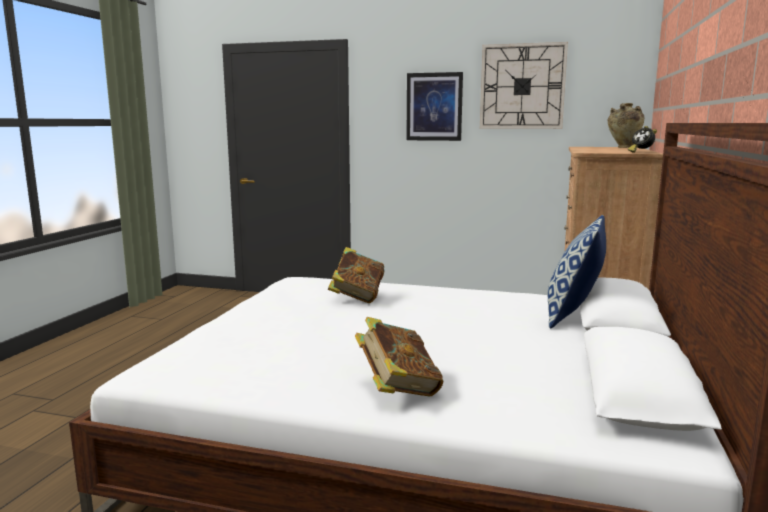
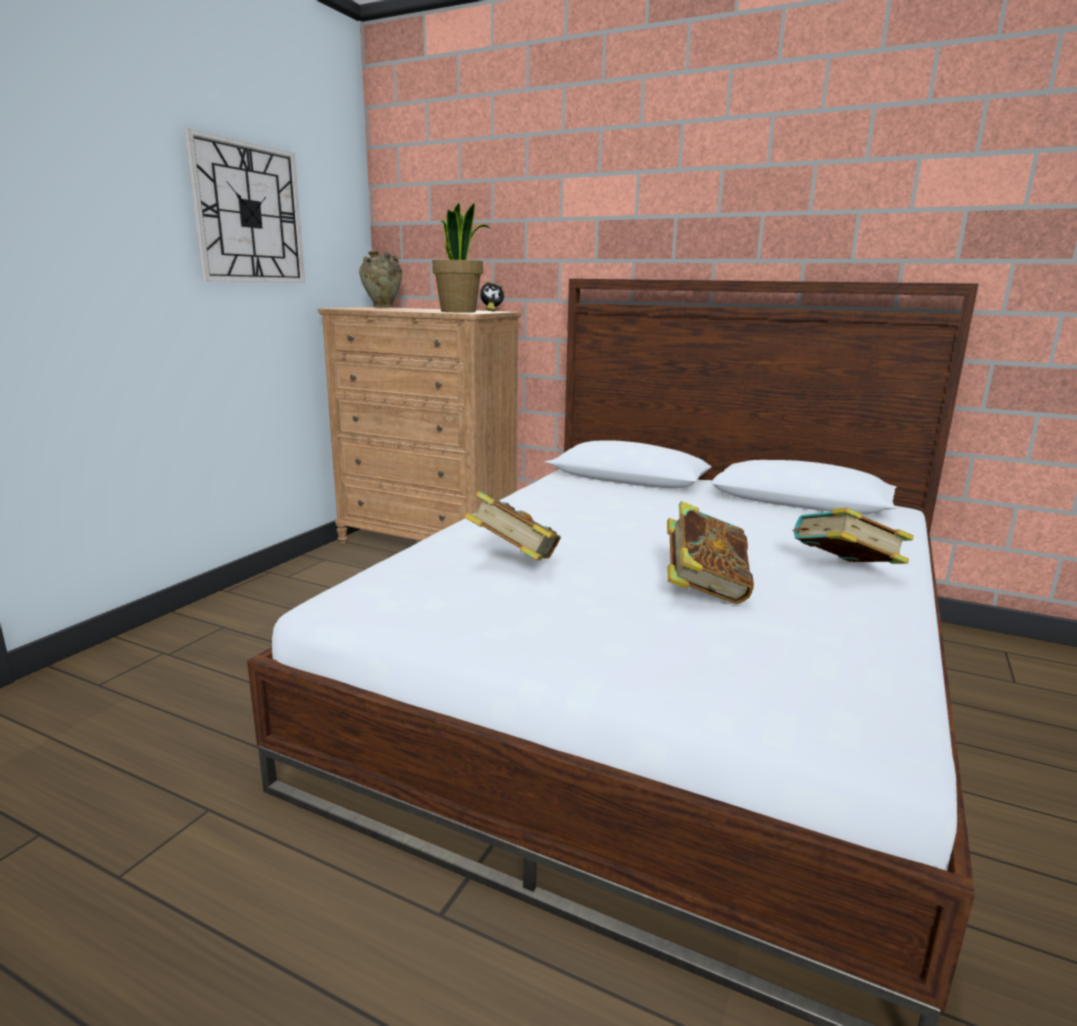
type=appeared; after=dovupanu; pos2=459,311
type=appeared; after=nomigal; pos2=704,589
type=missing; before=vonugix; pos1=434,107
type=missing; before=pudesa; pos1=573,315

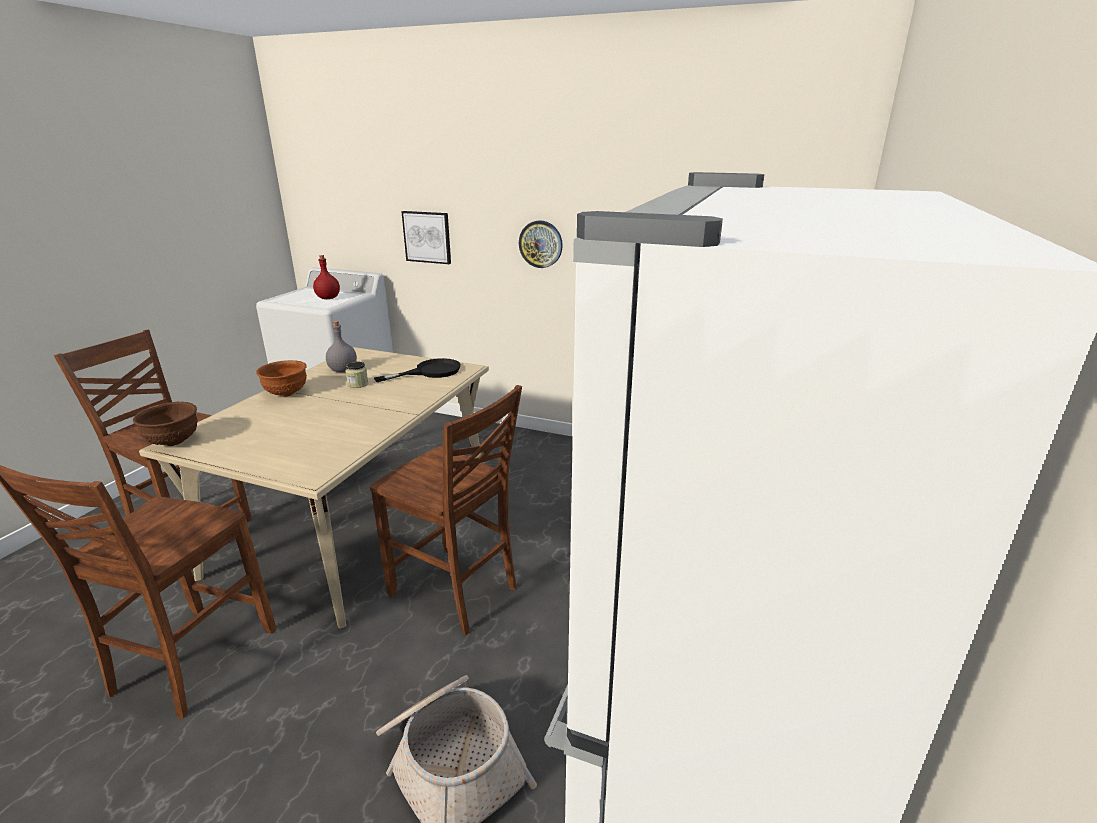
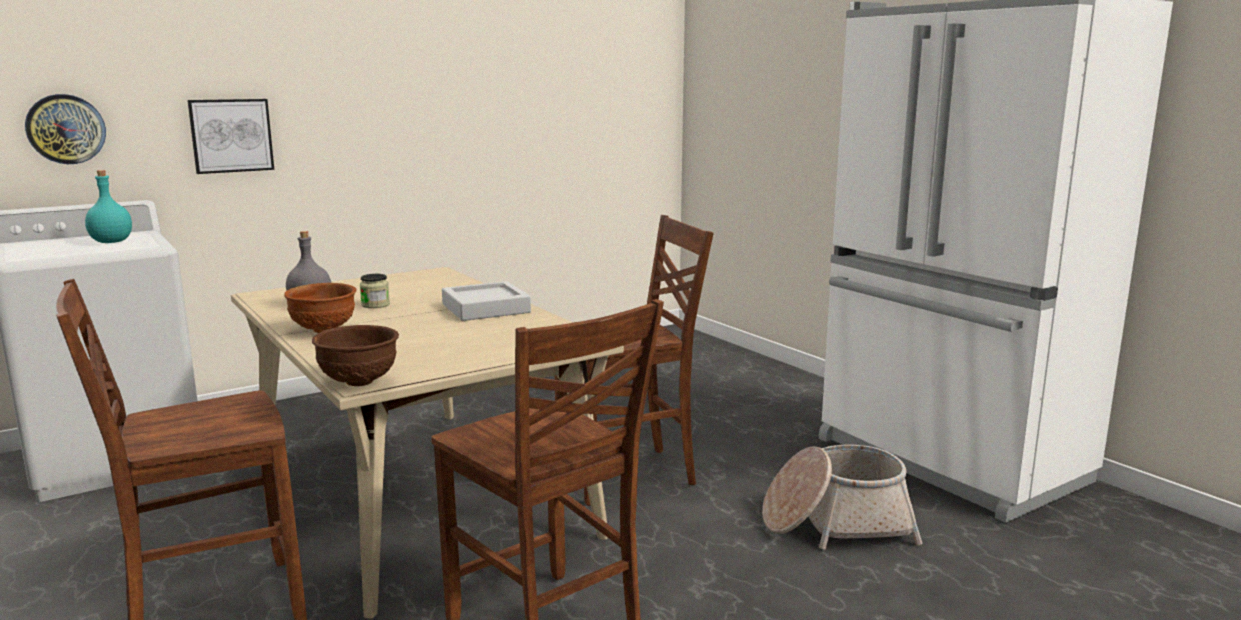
type=relocated; before=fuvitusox; pos1=541,244; pos2=66,129
type=colour; before=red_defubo; after=turquoise_defubo; pos1=328,298; pos2=111,242
type=appeared; after=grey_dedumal; pos2=486,308
type=missing; before=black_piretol; pos1=430,372

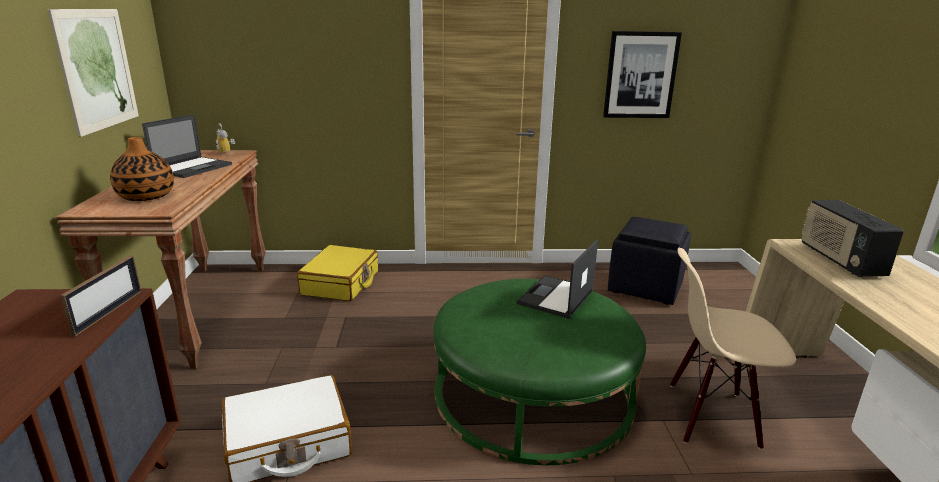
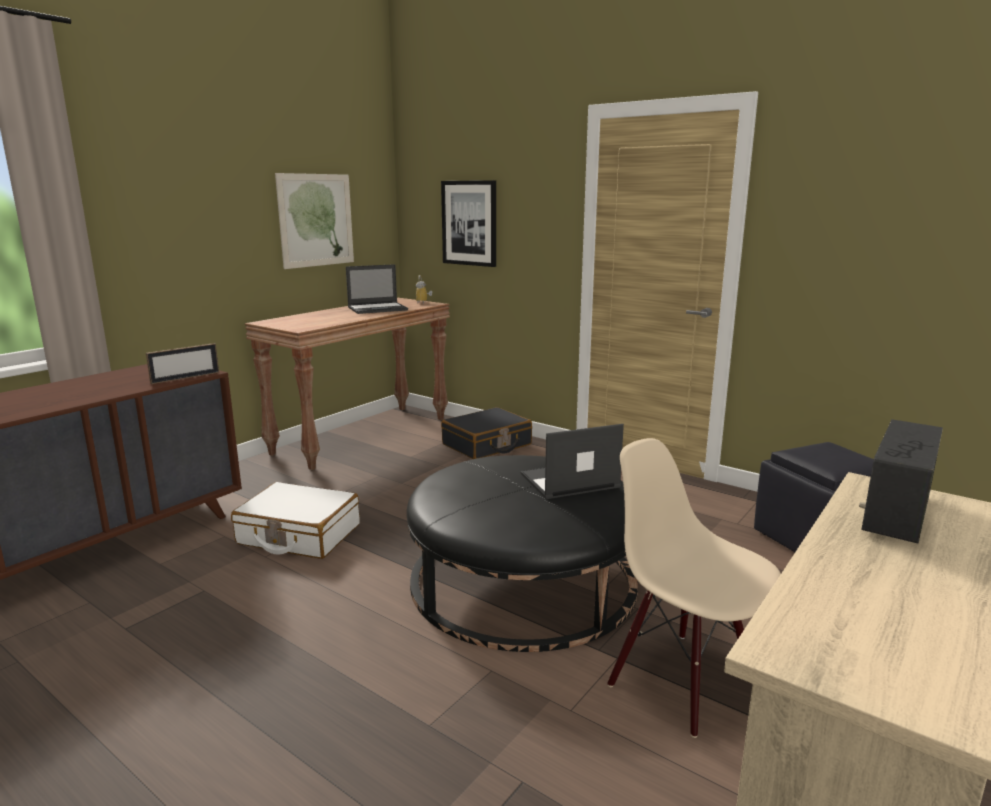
type=colour; before=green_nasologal; after=black_nasologal; pos1=533,392; pos2=523,580
type=relocated; before=vonugix; pos1=640,75; pos2=469,223
type=colour; before=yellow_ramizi; after=black_ramizi; pos1=341,283; pos2=487,445
type=missing; before=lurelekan; pos1=146,196

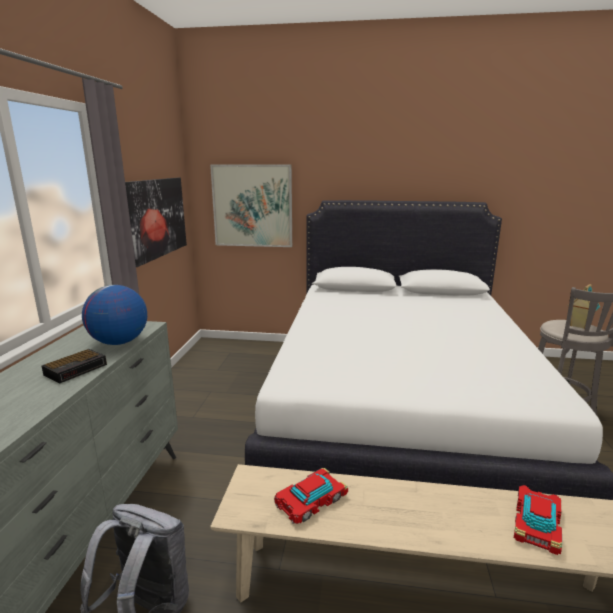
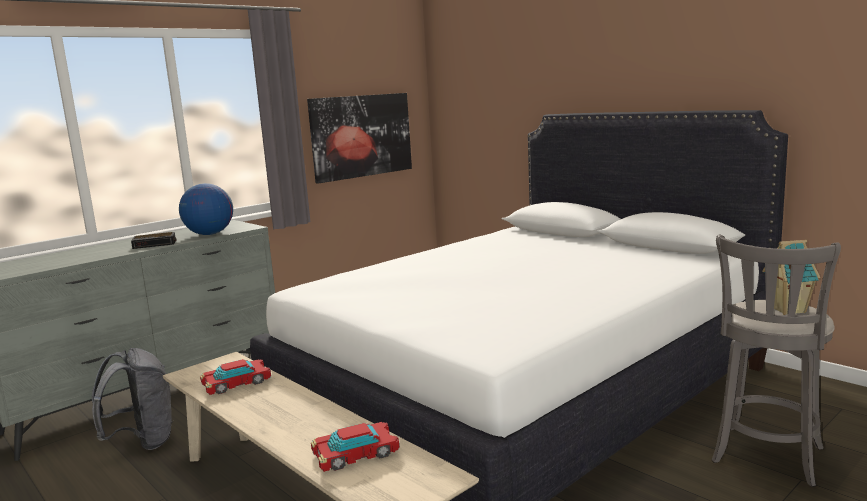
type=spun; before=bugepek; pos1=310,500; pos2=236,383; turn=150
type=missing; before=vonugix; pos1=252,206

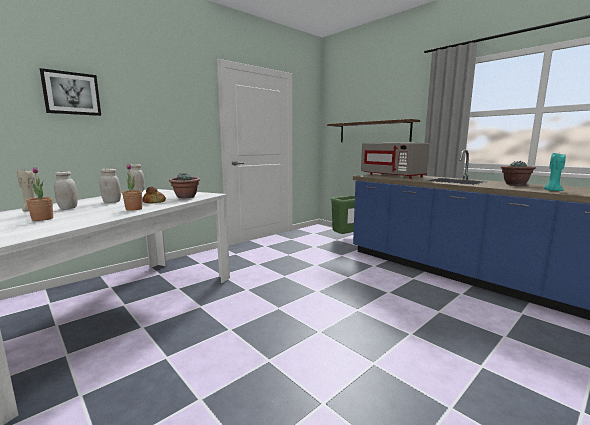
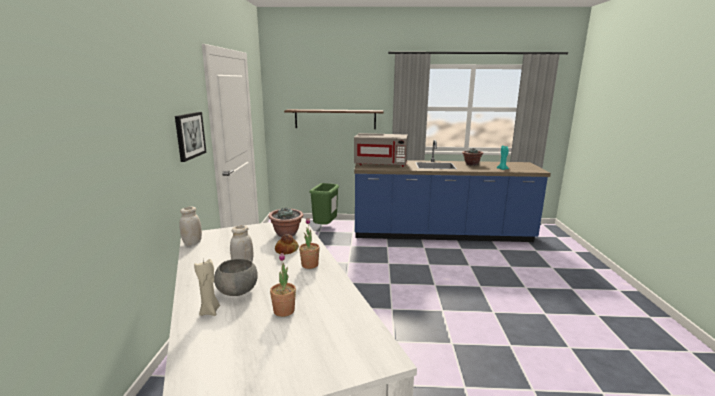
type=relocated; before=vonugix; pos1=71,93; pos2=189,135
type=exchanged; before=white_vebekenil; after=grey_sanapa; pos1=68,208; pos2=237,291

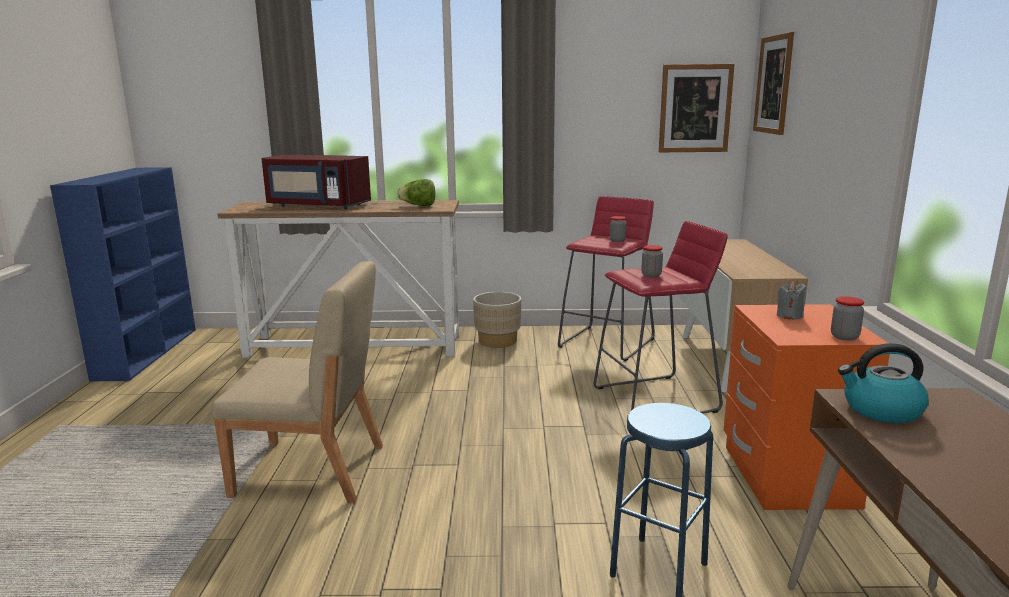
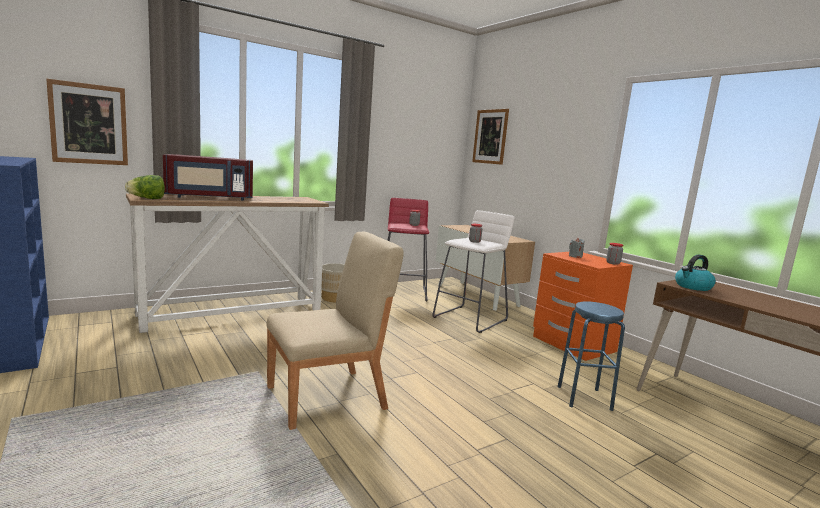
type=relocated; before=vonugix; pos1=695,108; pos2=89,124
type=relocated; before=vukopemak; pos1=418,206; pos2=147,199
type=colour; before=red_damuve; after=white_damuve; pos1=656,399; pos2=470,319

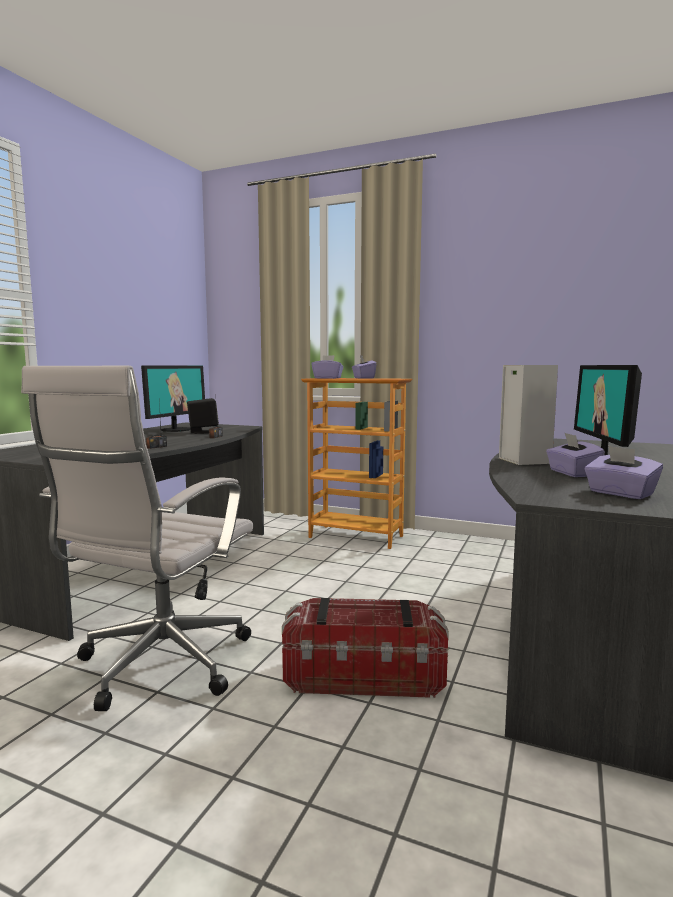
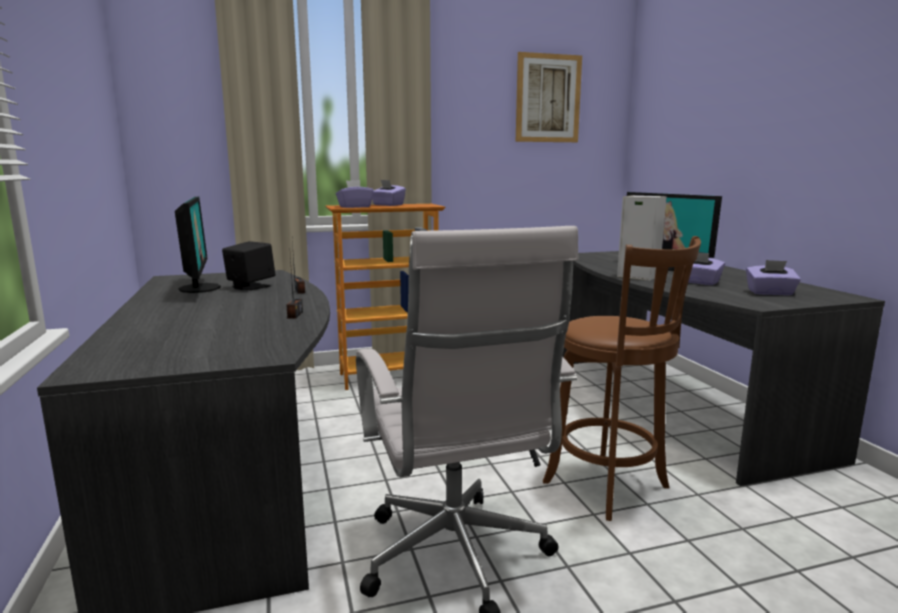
type=appeared; after=vonugix; pos2=548,98
type=exchanged; before=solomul; after=brown_damuve; pos1=363,676; pos2=610,488

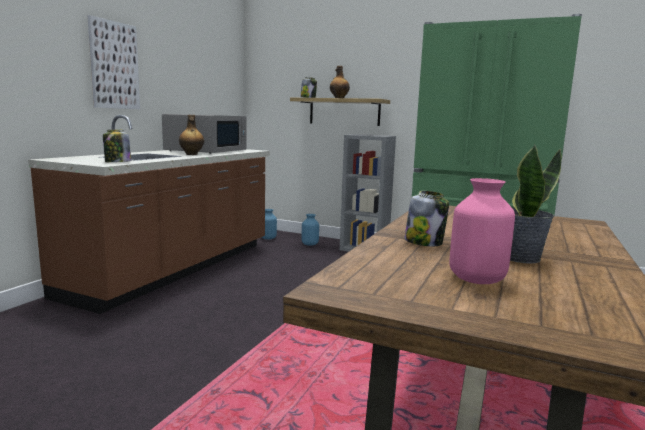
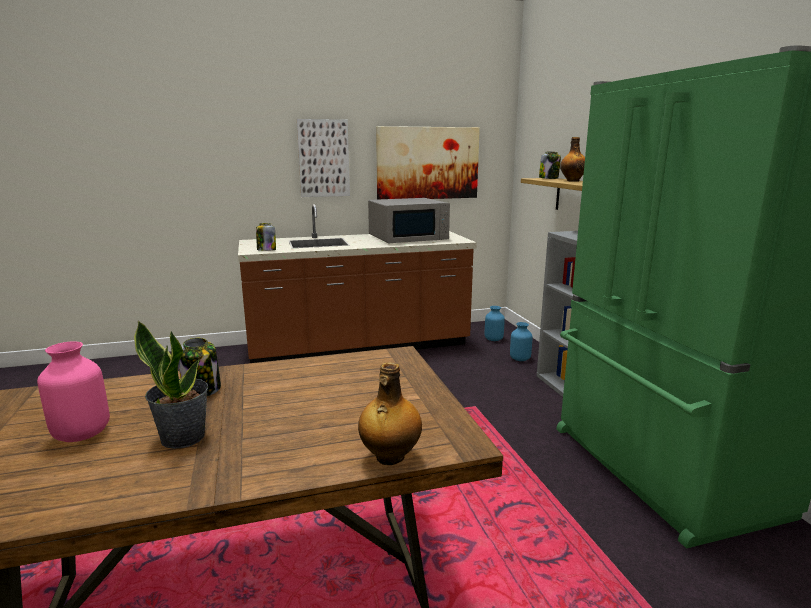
type=relocated; before=defubo; pos1=191,154; pos2=389,457
type=appeared; after=vonugix; pos2=427,163

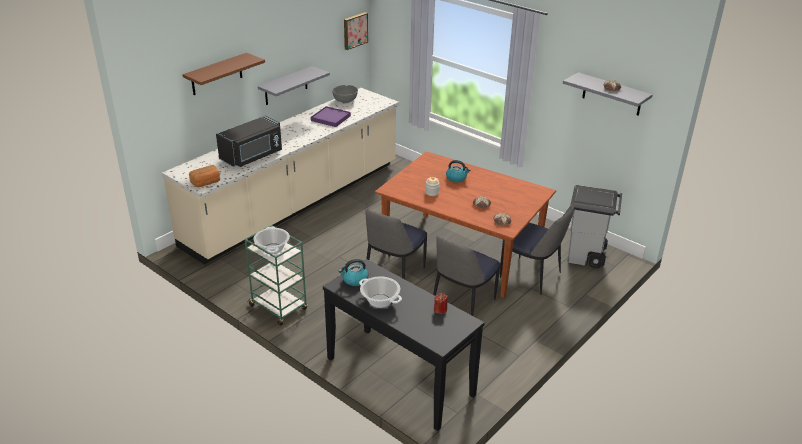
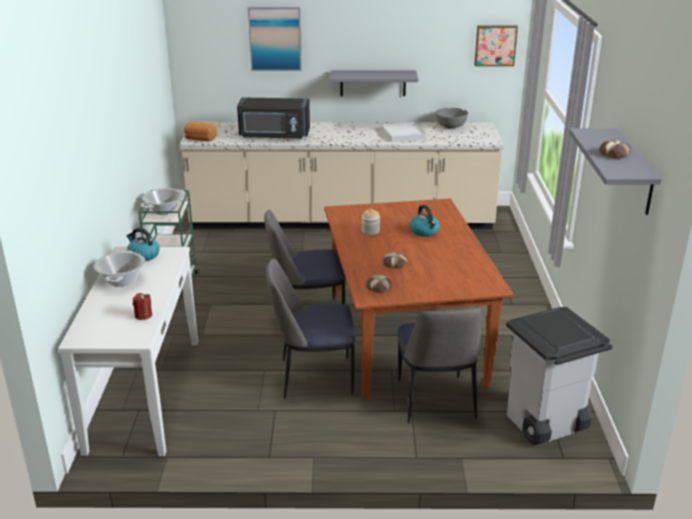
type=colour; before=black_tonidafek; after=white_tonidafek; pos1=399,376; pos2=144,393
type=exchanged; before=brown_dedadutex; after=vonugix; pos1=216,74; pos2=275,39
type=colour; before=purple_dedumal; after=white_dedumal; pos1=331,118; pos2=403,134

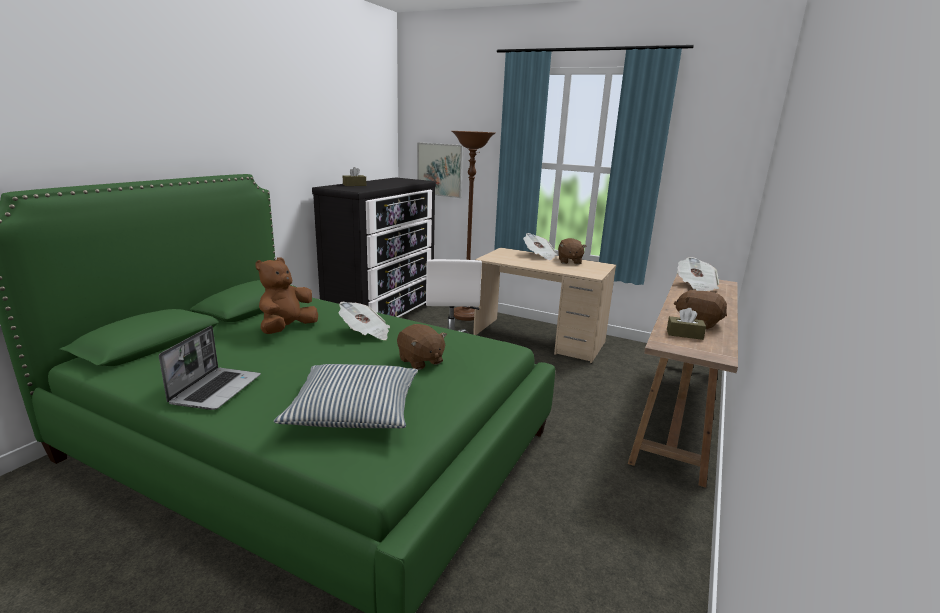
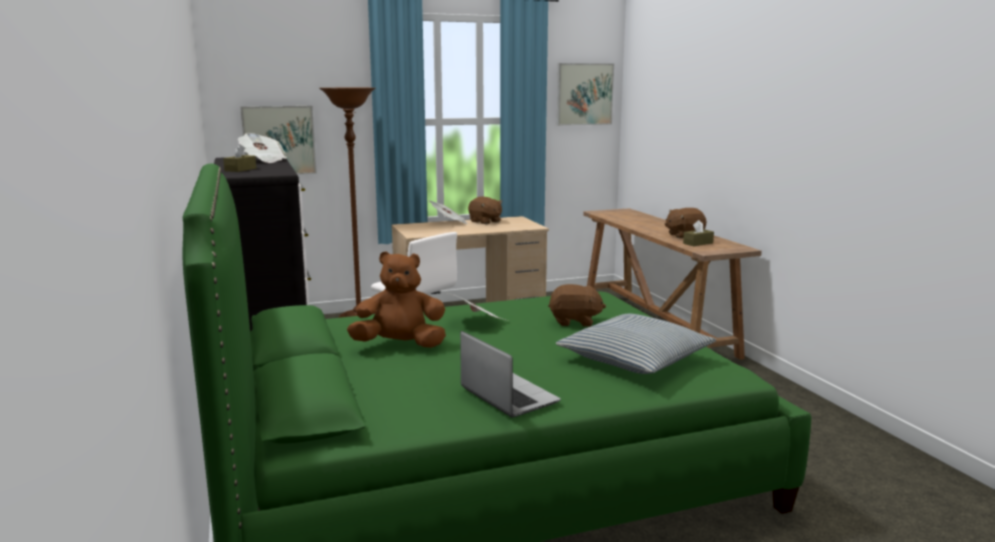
type=relocated; before=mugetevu; pos1=696,286; pos2=263,161
type=spun; before=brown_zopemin; pos1=287,329; pos2=400,345; turn=105
type=appeared; after=vonugix; pos2=584,94

